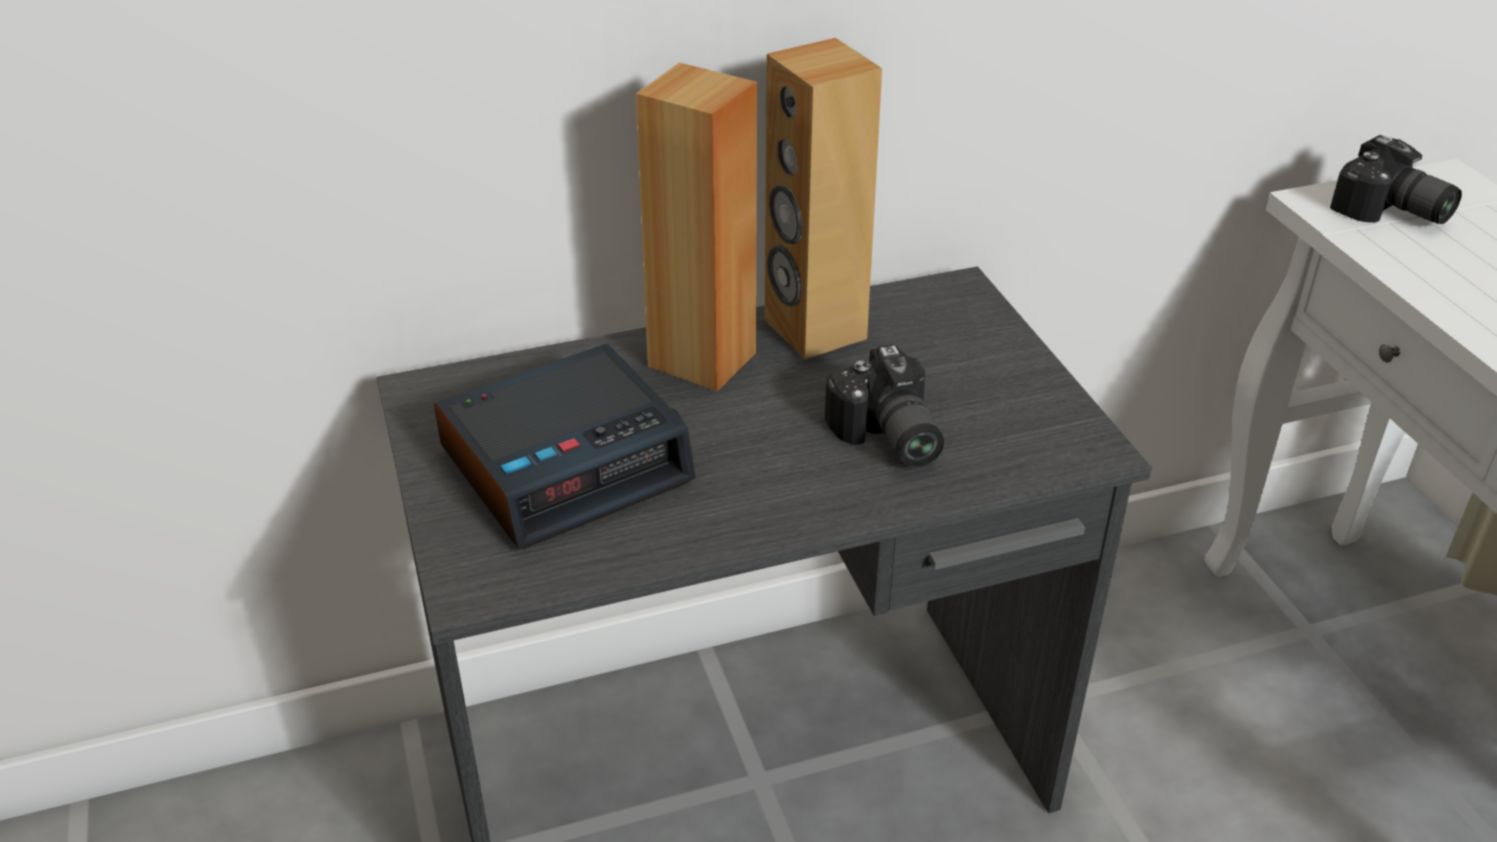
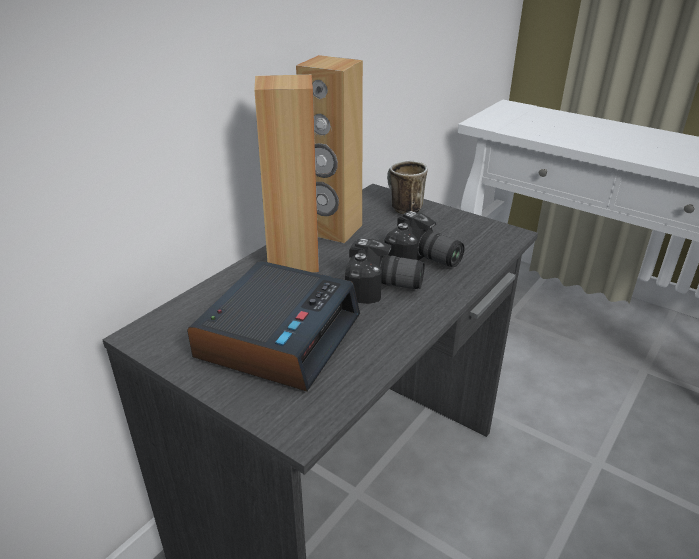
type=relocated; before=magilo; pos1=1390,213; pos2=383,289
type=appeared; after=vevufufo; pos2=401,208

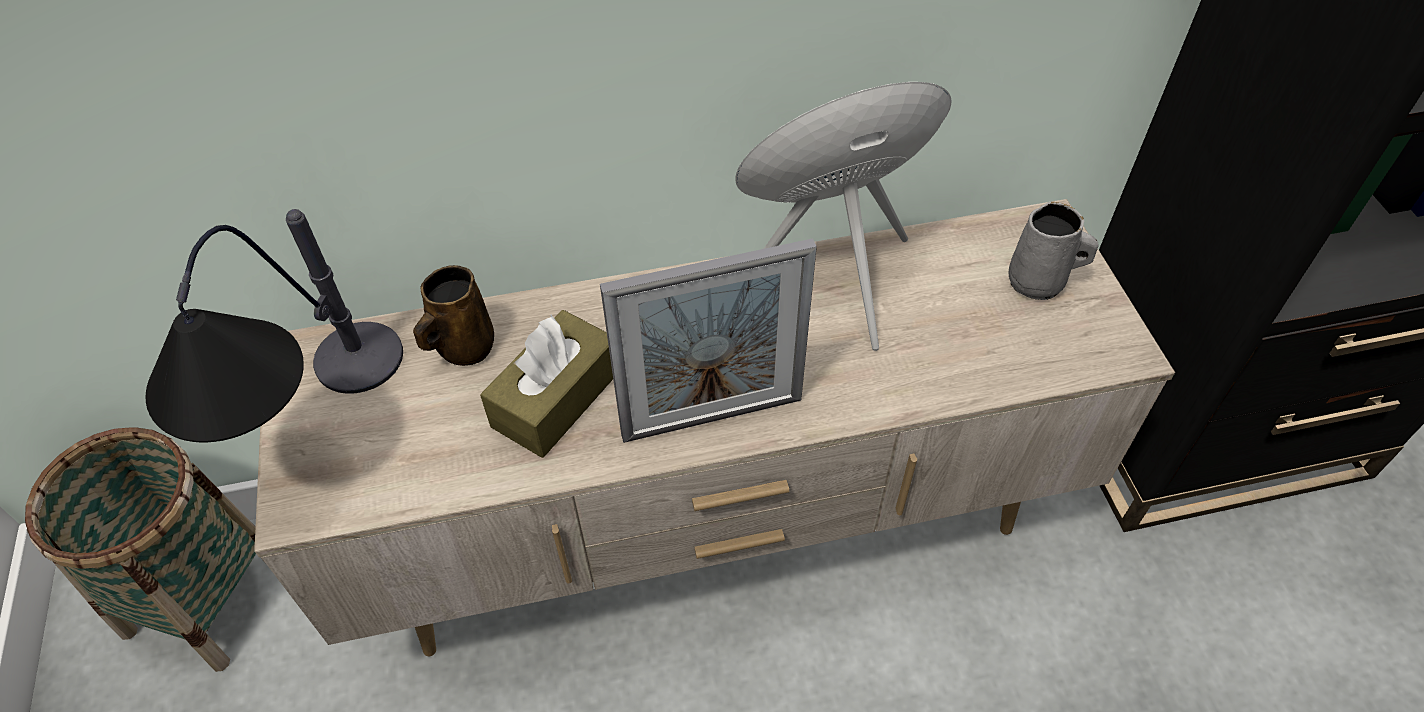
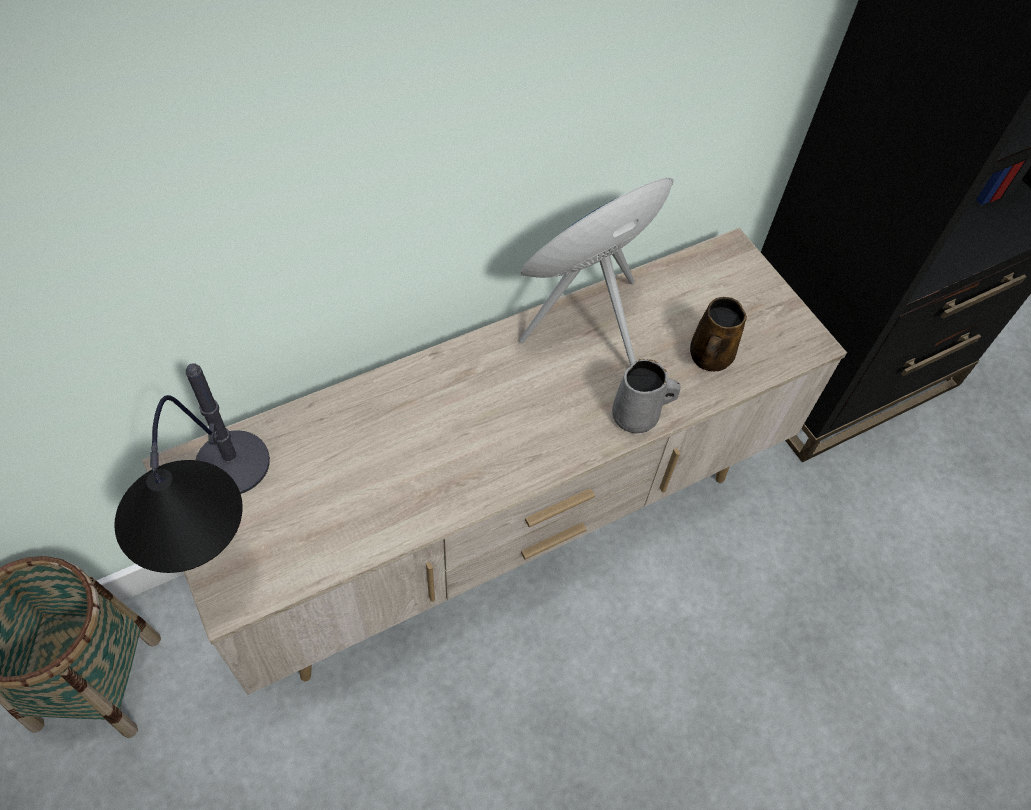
type=relocated; before=grey_vevufufo; pos1=1039,283; pos2=637,417
type=relocated; before=brown_vevufufo; pos1=463,348; pos2=709,358
type=missing; before=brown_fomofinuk; pos1=556,398
type=missing; before=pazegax; pos1=712,417

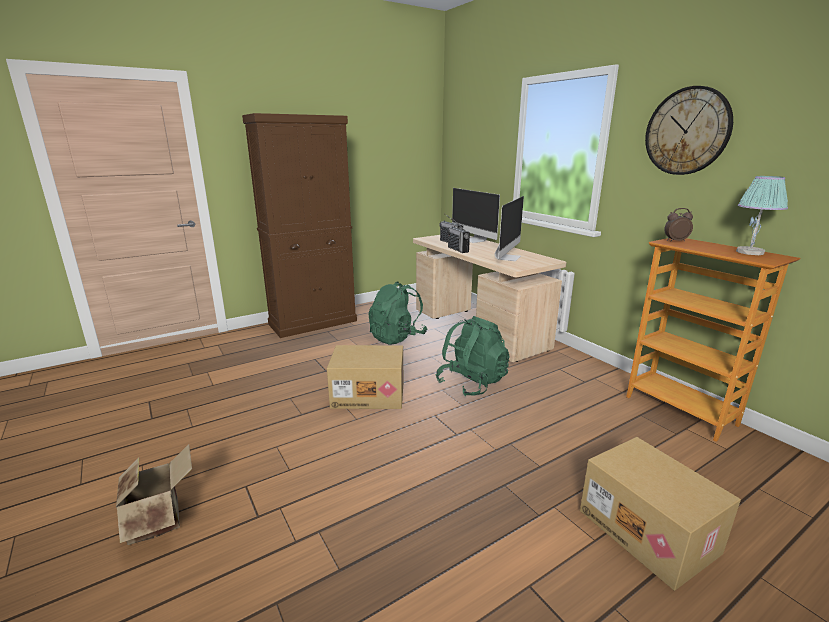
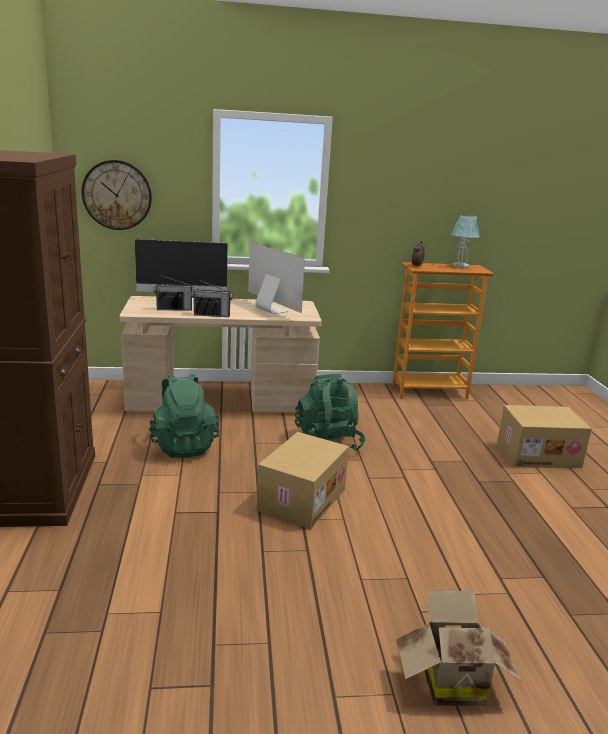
type=relocated; before=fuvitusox; pos1=687,131; pos2=117,195

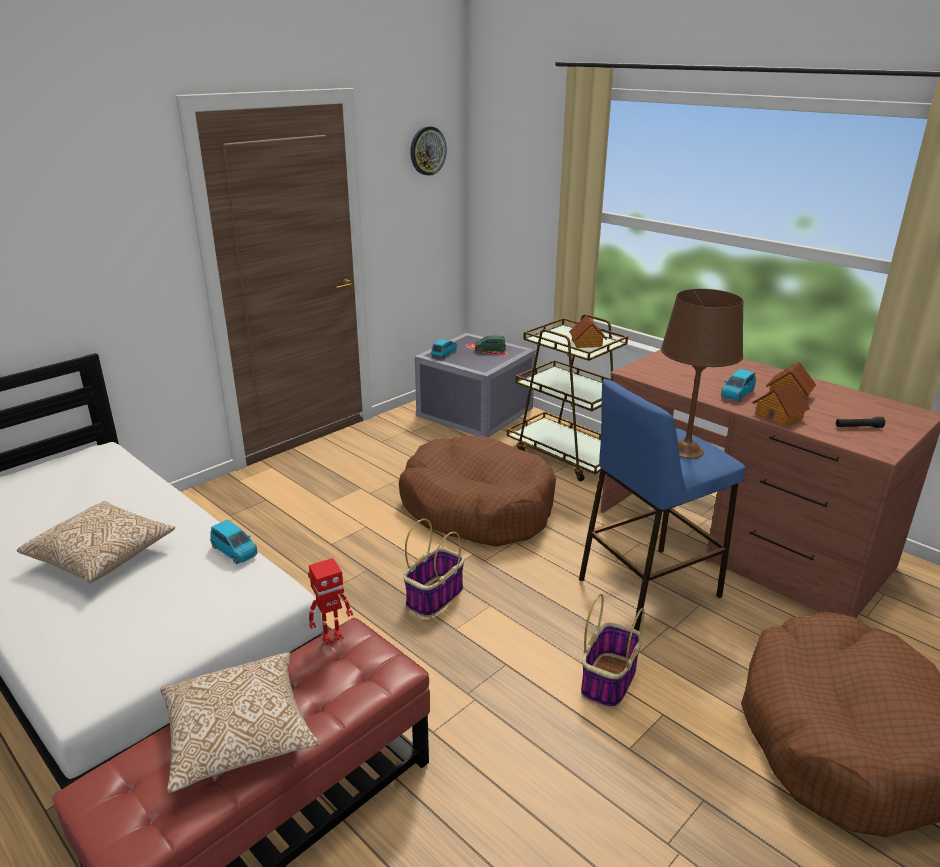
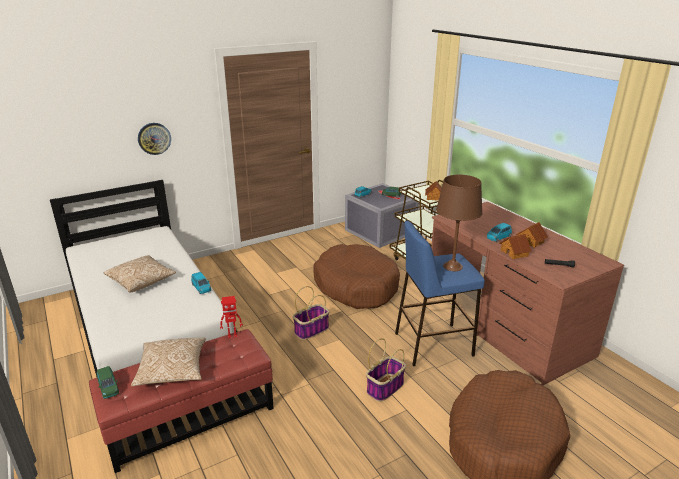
type=appeared; after=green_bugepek; pos2=108,388
type=relocated; before=fuvitusox; pos1=427,151; pos2=154,138

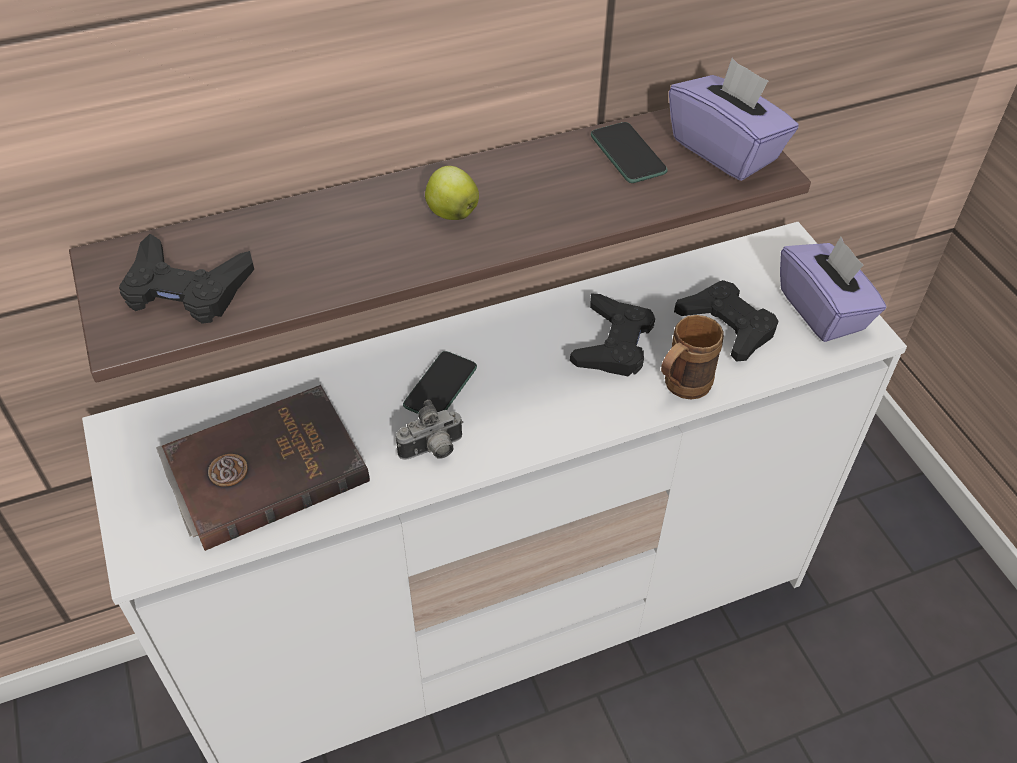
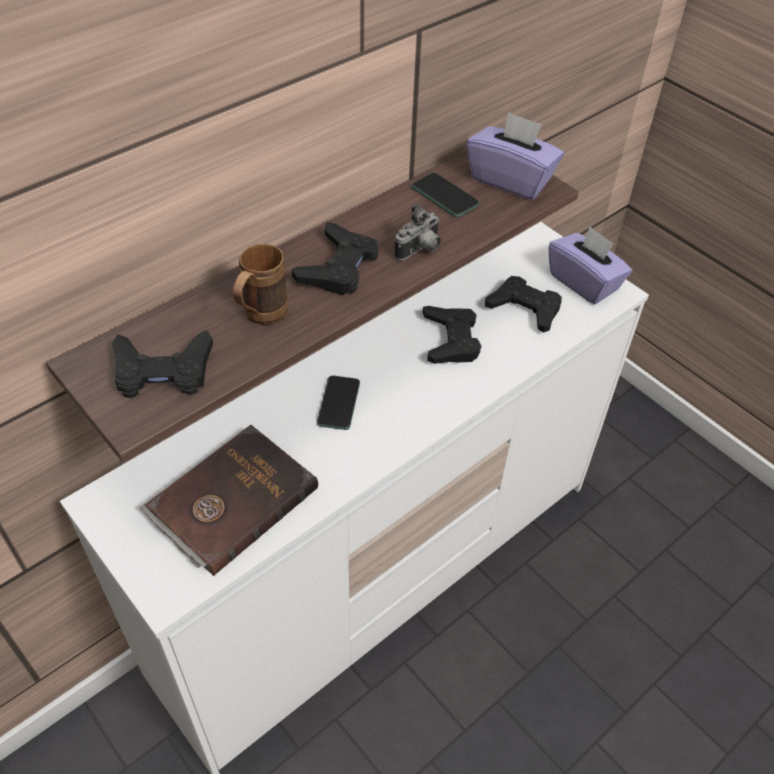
type=relocated; before=brown_vevufufo; pos1=680,389; pos2=260,317
type=exchanged; before=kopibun; after=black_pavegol; pos1=451,213; pos2=338,267
type=relocated; before=magilo; pos1=433,451; pos2=420,250

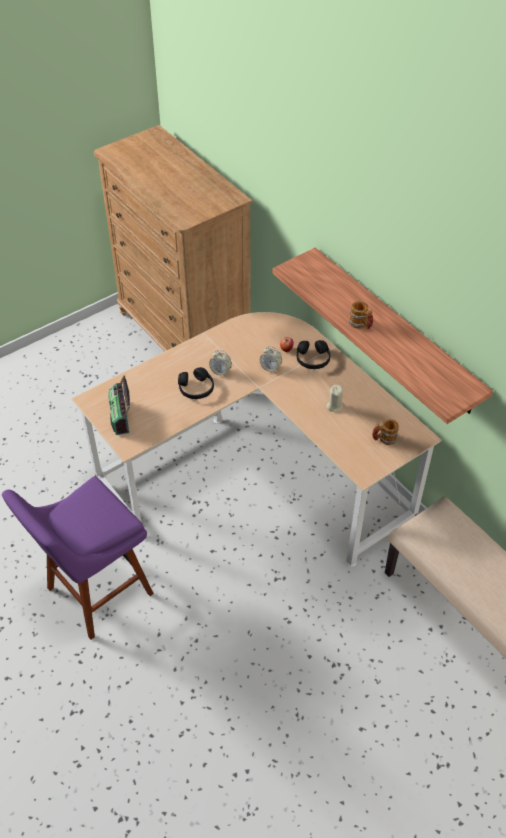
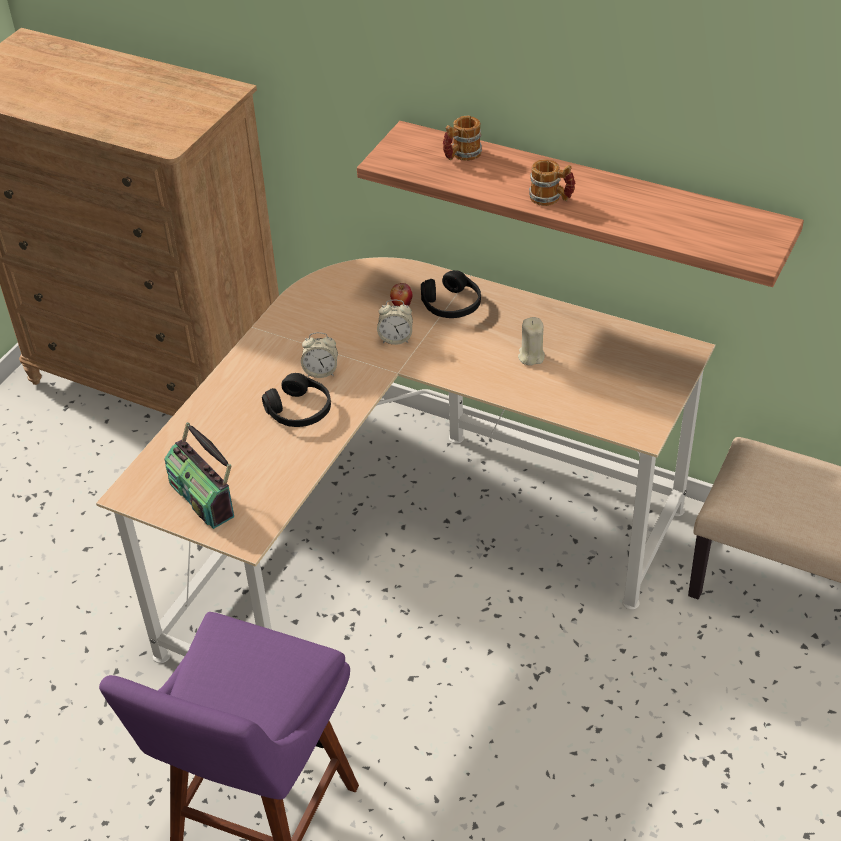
type=relocated; before=vevufufo; pos1=384,439; pos2=461,155

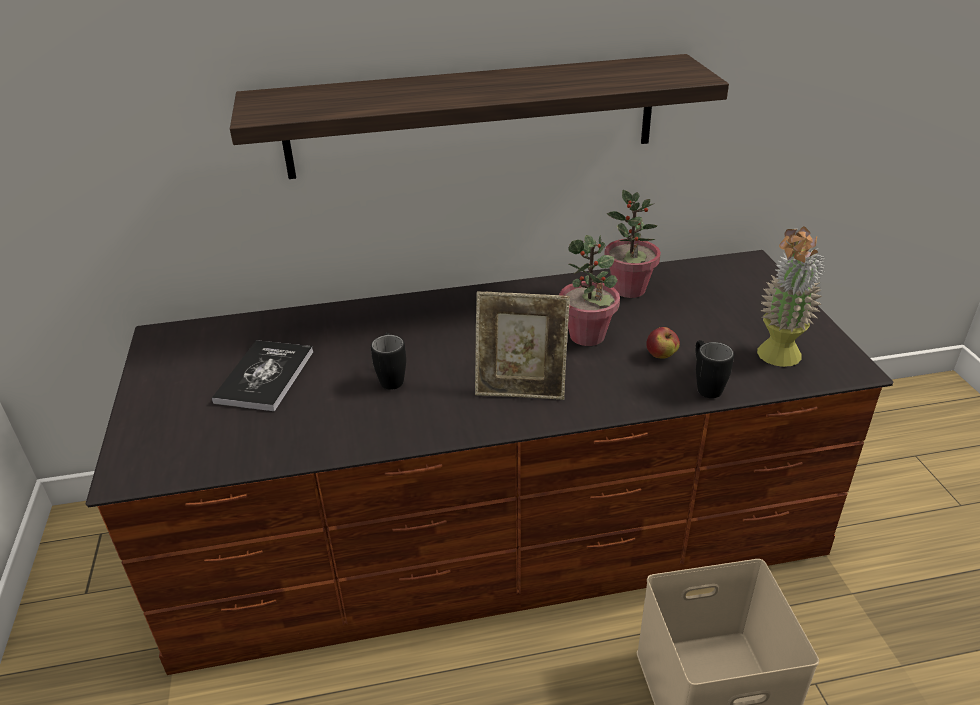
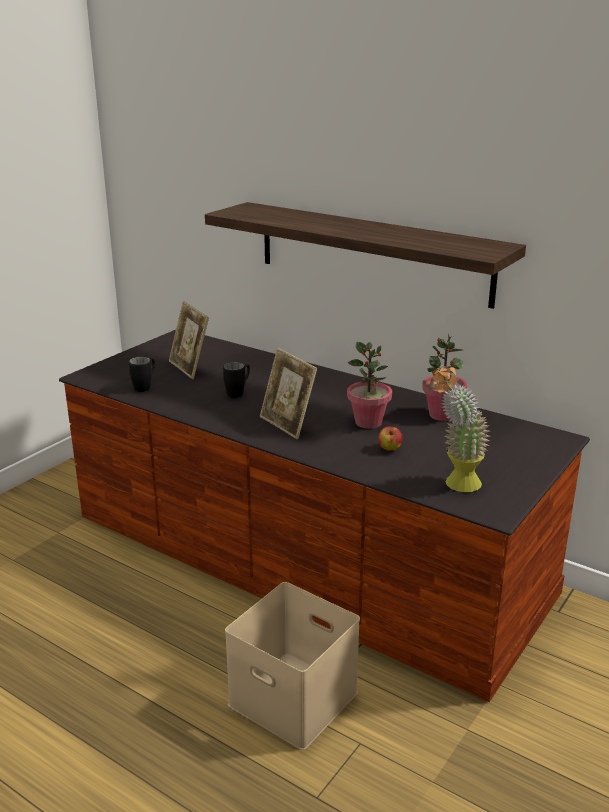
type=relocated; before=black_vevufufo; pos1=705,386; pos2=145,387
type=exchanged; before=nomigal; after=pazegax; pos1=265,376; pos2=189,368

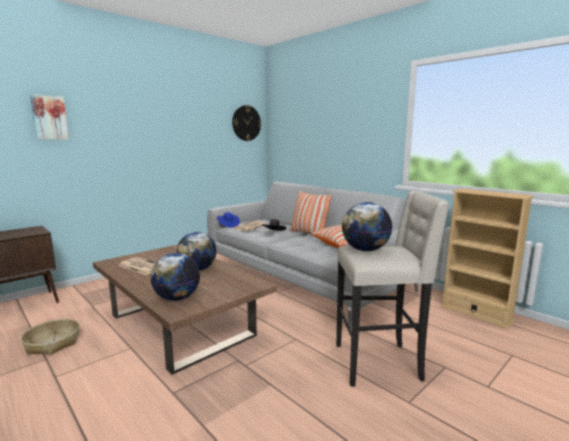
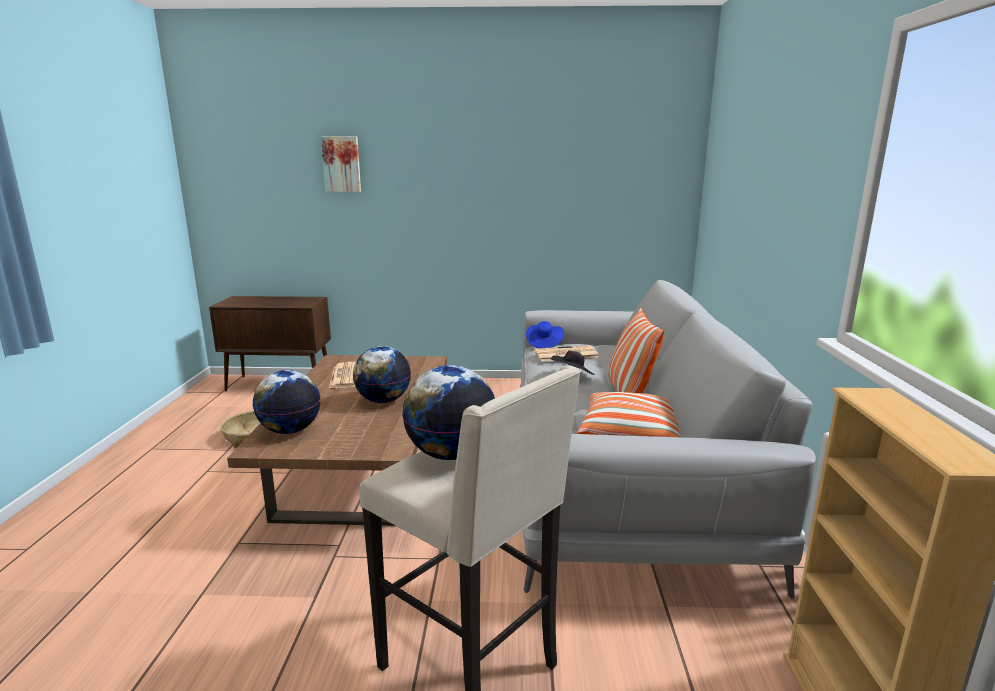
type=missing; before=fuvitusox; pos1=246,123

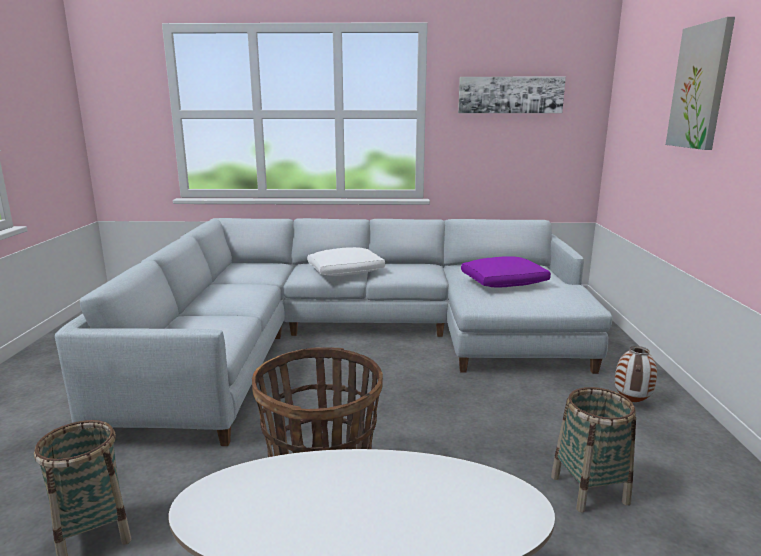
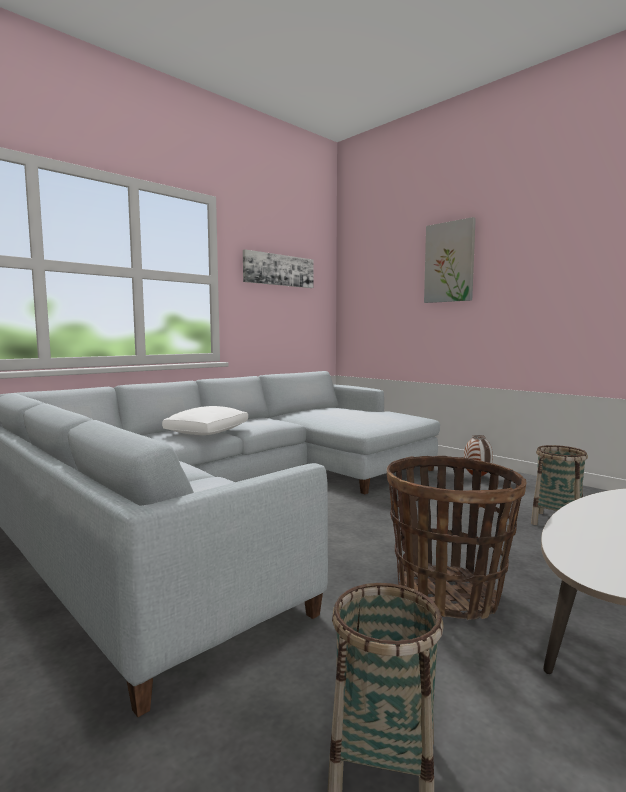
type=missing; before=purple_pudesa; pos1=504,283

